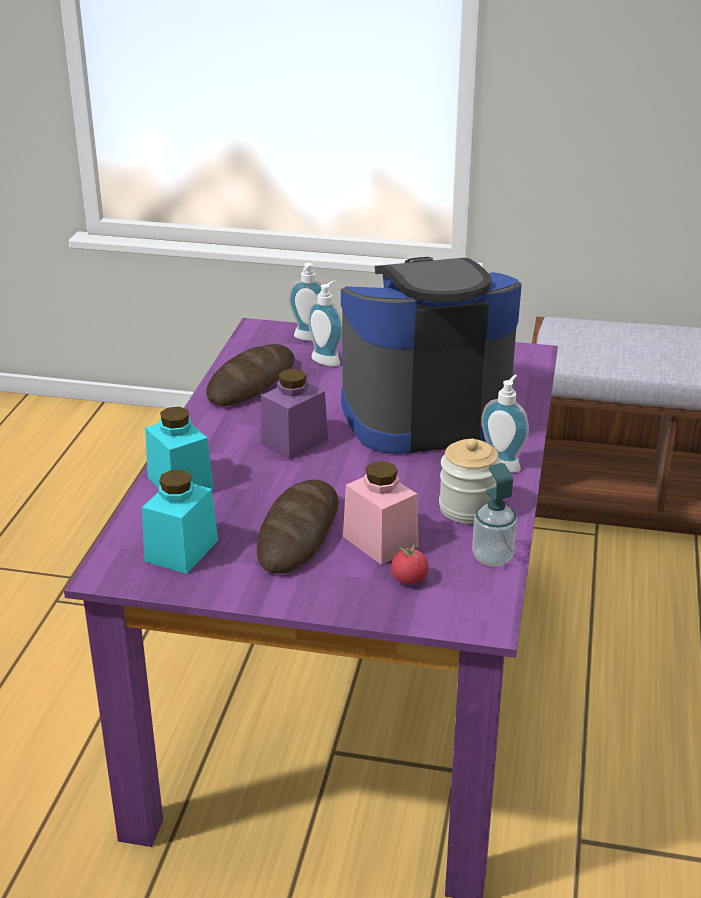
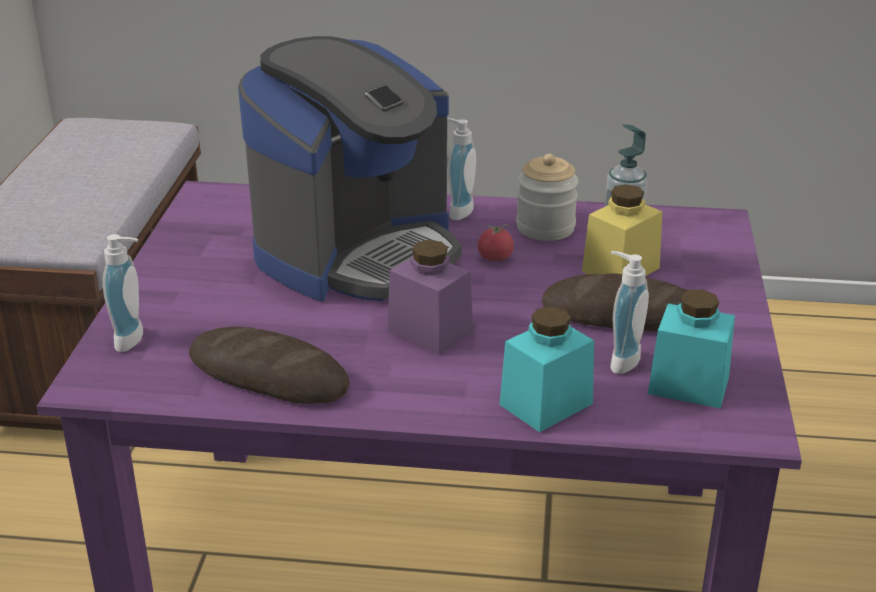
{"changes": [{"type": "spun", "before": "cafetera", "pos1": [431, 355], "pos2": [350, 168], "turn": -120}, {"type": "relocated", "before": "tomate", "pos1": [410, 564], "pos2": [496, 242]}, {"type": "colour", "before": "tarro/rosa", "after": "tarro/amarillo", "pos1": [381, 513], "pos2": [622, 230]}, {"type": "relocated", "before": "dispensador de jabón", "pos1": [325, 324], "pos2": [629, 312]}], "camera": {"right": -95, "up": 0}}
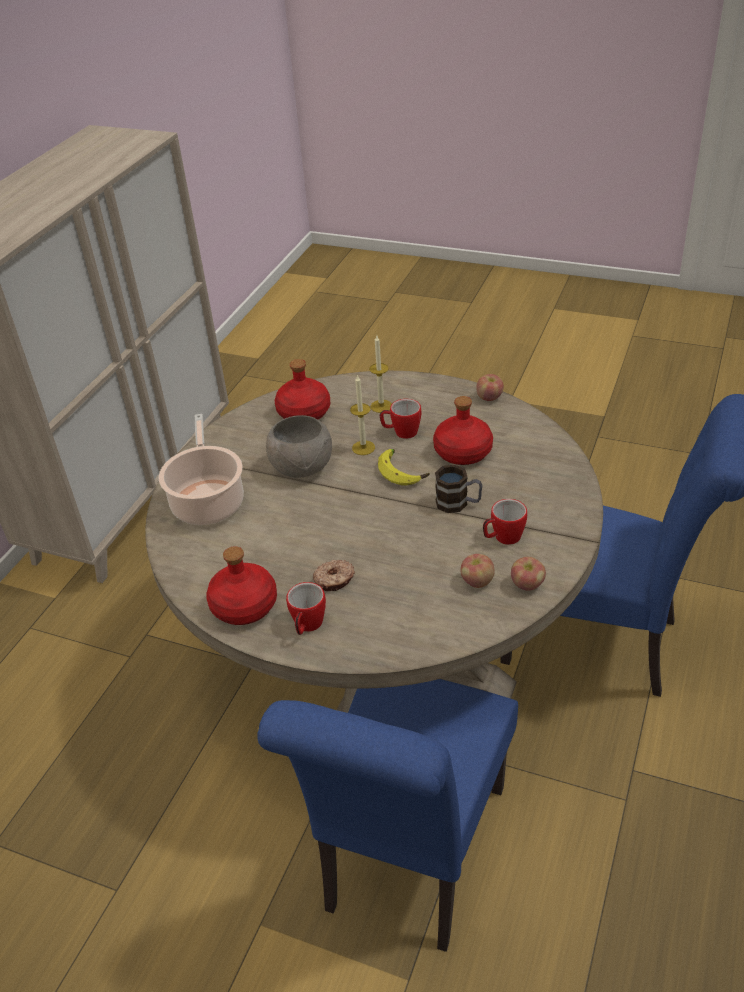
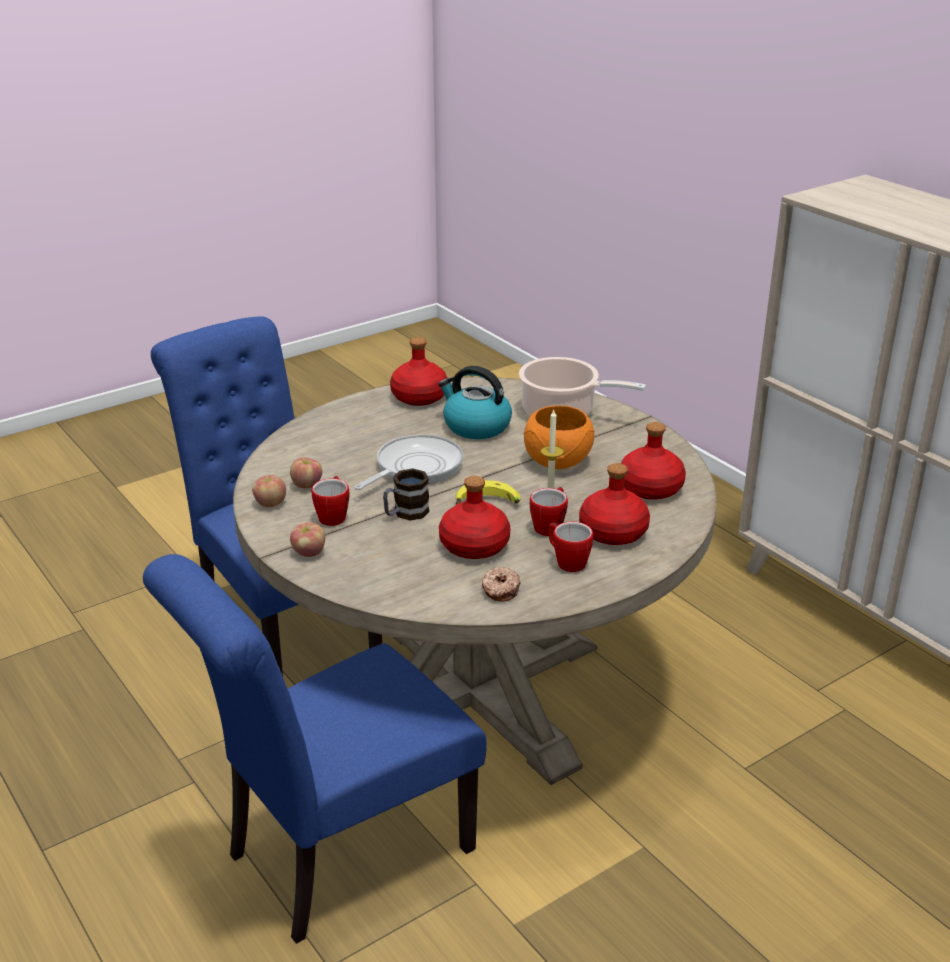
{"changes": [{"type": "relocated", "before": "manzana", "pos1": [490, 387], "pos2": [307, 539]}, {"type": "appeared", "after": "sartén", "pos2": [408, 462]}, {"type": "appeared", "after": "hervidor", "pos2": [475, 402]}, {"type": "relocated", "before": "rosquilla", "pos1": [334, 575], "pos2": [501, 584]}, {"type": "colour", "before": "cuenco/gris", "after": "cuenco/naranja", "pos1": [299, 446], "pos2": [559, 437]}, {"type": "relocated", "before": "taza grande", "pos1": [306, 608], "pos2": [571, 547]}, {"type": "exchanged", "before": "vela", "after": "botella/rojo", "pos1": [380, 374], "pos2": [614, 504]}], "camera": {"right": 120, "up": -10}}
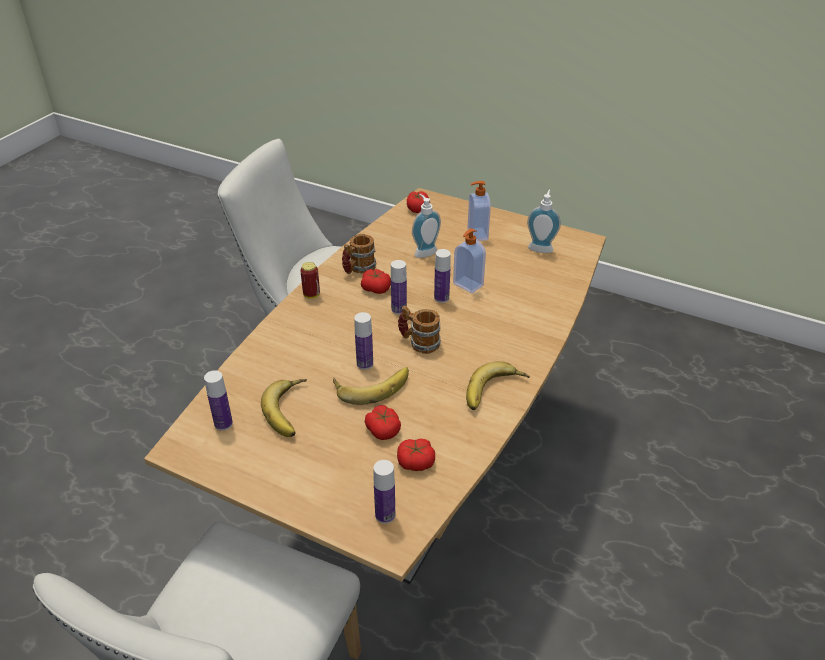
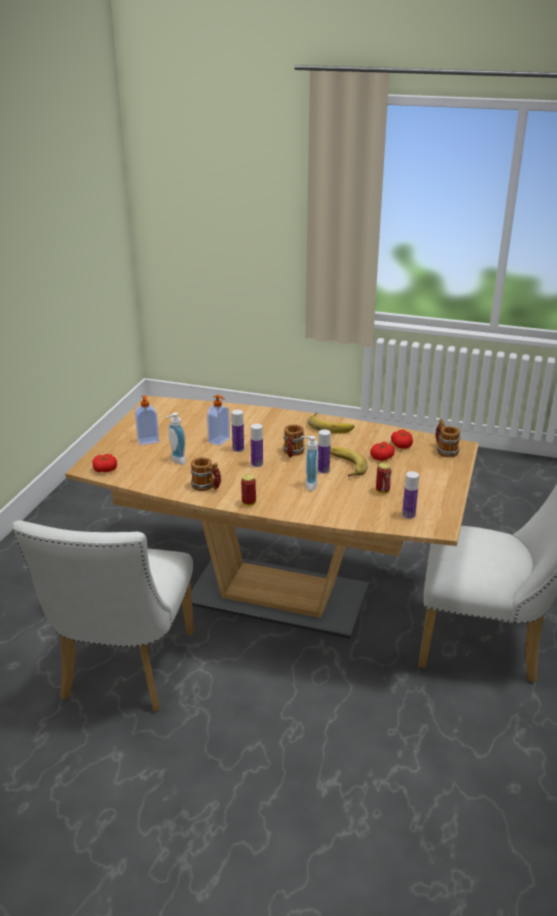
{"changes": [{"type": "relocated", "before": "dispensador de jabón", "pos1": [544, 221], "pos2": [309, 463]}, {"type": "exchanged", "before": "plátano", "after": "lata", "pos1": [284, 408], "pos2": [383, 478]}, {"type": "exchanged", "before": "botella", "after": "taza grande", "pos1": [384, 492], "pos2": [448, 438]}, {"type": "missing", "before": "tomate", "pos1": [376, 281]}], "camera": {"right": -100, "up": -10}}
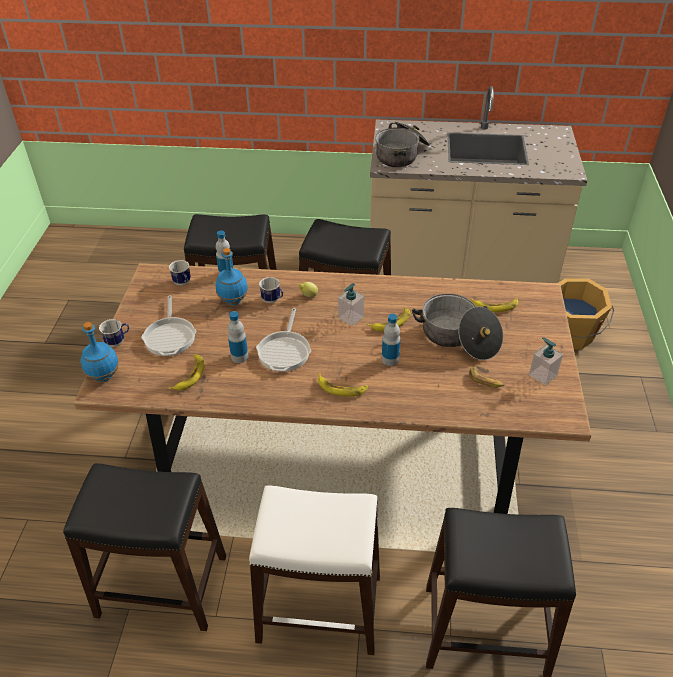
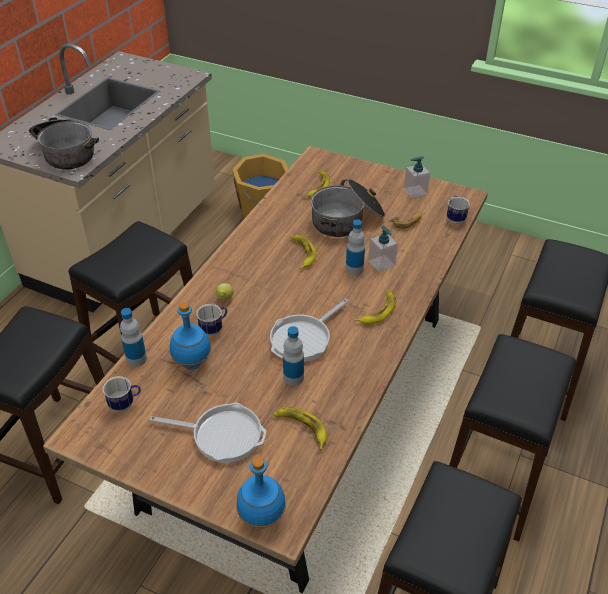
{"changes": [{"type": "spun", "before": "sartén", "pos1": [283, 340], "pos2": [309, 330], "turn": 105}, {"type": "relocated", "before": "dispensador de jabón", "pos1": [351, 304], "pos2": [383, 249]}, {"type": "relocated", "before": "taza grande", "pos1": [114, 333], "pos2": [458, 210]}, {"type": "colour", "before": "taburete/blanco", "after": "taburete/negro", "pos1": [314, 570], "pos2": [512, 438]}], "camera": {"right": -70, "up": 0}}
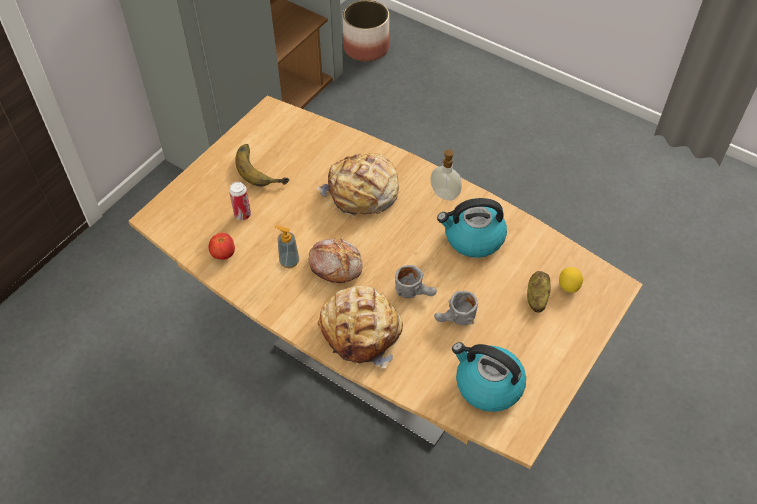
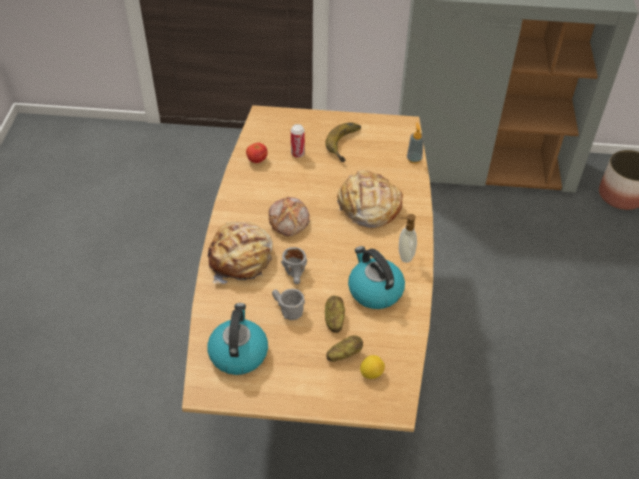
{"changes": [{"type": "appeared", "after": "patata", "pos2": [335, 314]}, {"type": "relocated", "before": "dispensador de jabón", "pos1": [287, 246], "pos2": [415, 142]}], "camera": {"right": 60, "up": -5}}
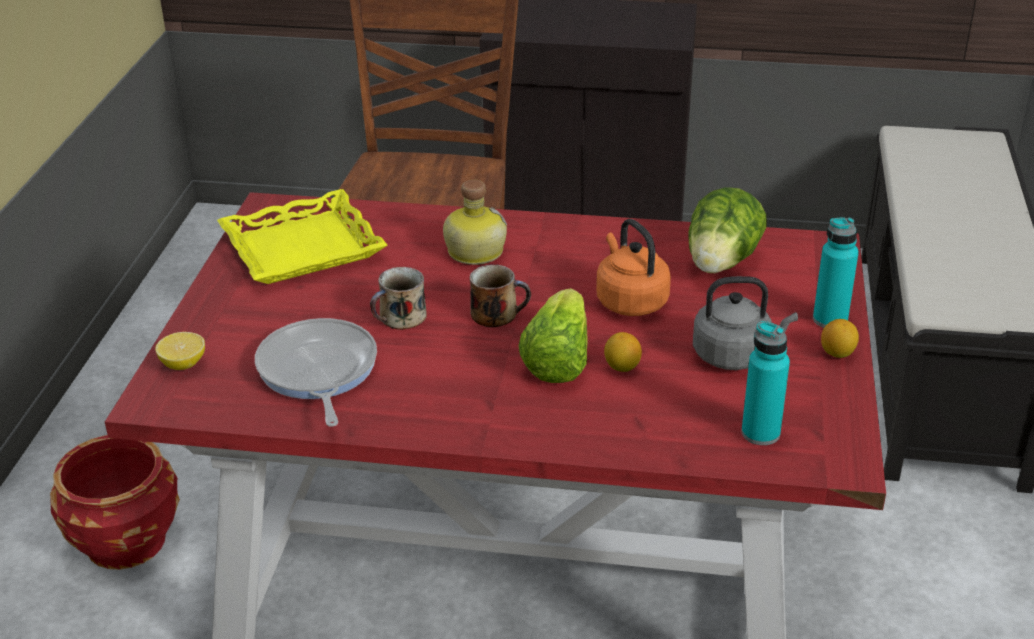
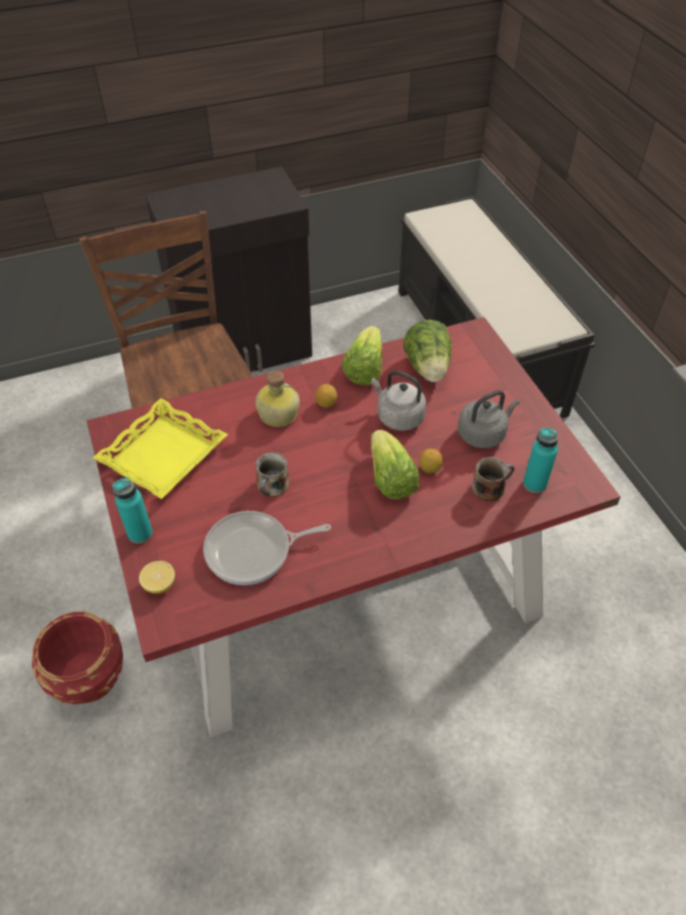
{"changes": [{"type": "relocated", "before": "botella/turquesa", "pos1": [836, 272], "pos2": [132, 510]}, {"type": "spun", "before": "sartén", "pos1": [316, 372], "pos2": [267, 548], "turn": -60}, {"type": "relocated", "before": "limón", "pos1": [840, 338], "pos2": [326, 396]}, {"type": "appeared", "after": "lechuga", "pos2": [362, 355]}, {"type": "colour", "before": "hervidor/naranja", "after": "hervidor/gris", "pos1": [633, 267], "pos2": [398, 400]}, {"type": "relocated", "before": "taza grande", "pos1": [500, 296], "pos2": [493, 479]}], "camera": {"right": -30, "up": 15}}
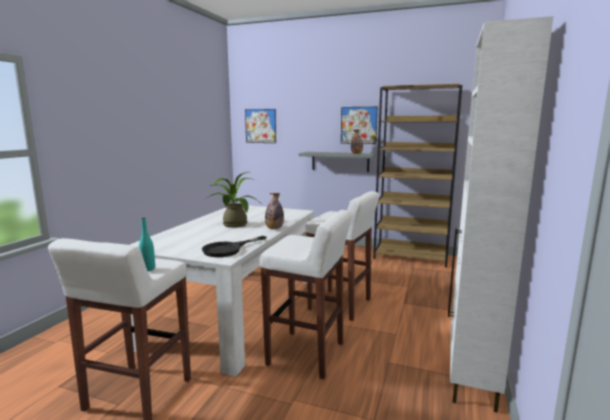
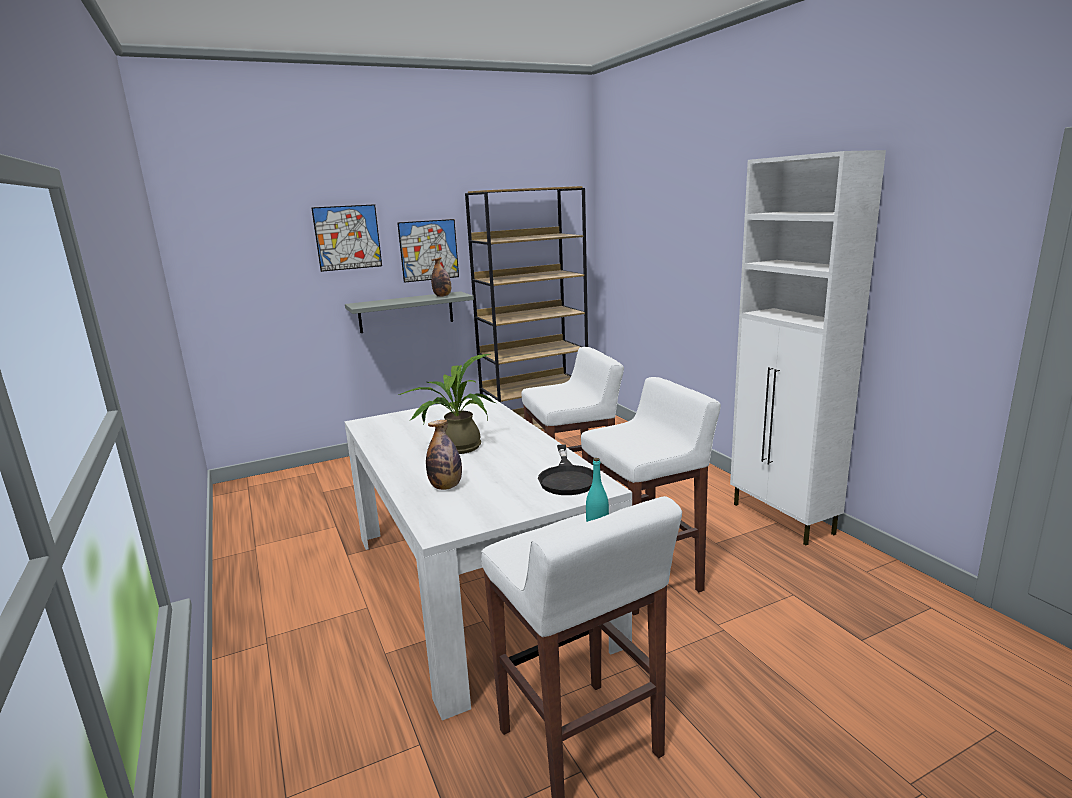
{"changes": [{"type": "relocated", "before": "cuadro", "pos1": [260, 126], "pos2": [346, 238]}, {"type": "relocated", "before": "botella", "pos1": [274, 211], "pos2": [444, 455]}], "camera": {"right": -45, "up": 5}}
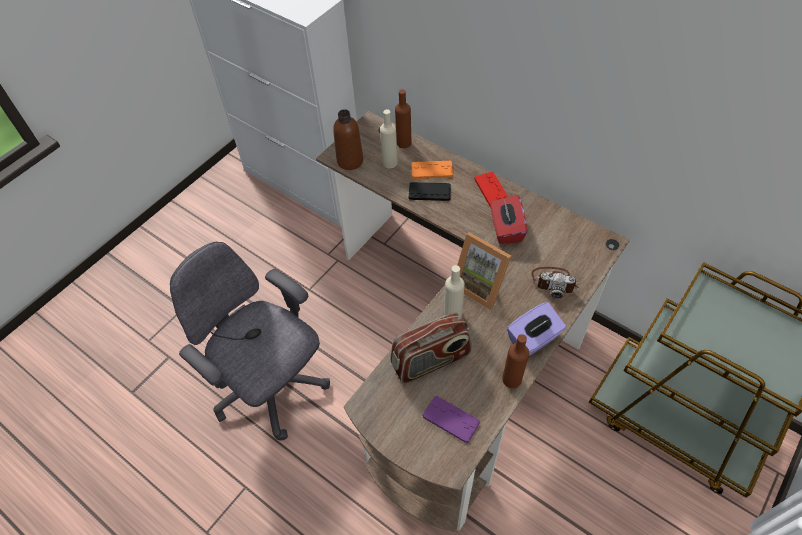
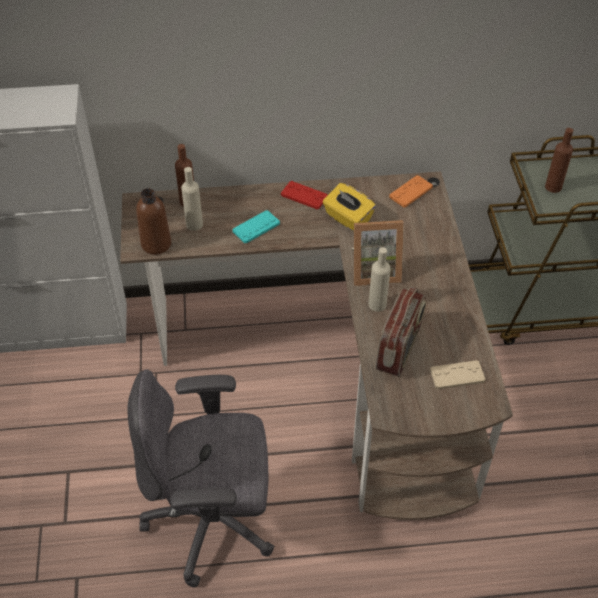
{"changes": [{"type": "colour", "before": "mando de consola/negro", "after": "mando de consola/turquesa", "pos1": [430, 191], "pos2": [256, 226]}, {"type": "colour", "before": "caja de pañuelos/rojo", "after": "caja de pañuelos/amarillo", "pos1": [509, 219], "pos2": [349, 207]}, {"type": "relocated", "before": "mando de consola/naranja", "pos1": [432, 170], "pos2": [411, 191]}, {"type": "colour", "before": "mando de consola/morado", "after": "mando de consola/beis", "pos1": [451, 419], "pos2": [458, 374]}, {"type": "relocated", "before": "botella/marrón", "pos1": [515, 361], "pos2": [559, 160]}, {"type": "missing", "before": "caja de pañuelos/morado", "pos1": [536, 329]}, {"type": "missing", "before": "cámara", "pos1": [555, 283]}], "camera": {"right": -45, "up": -5}}
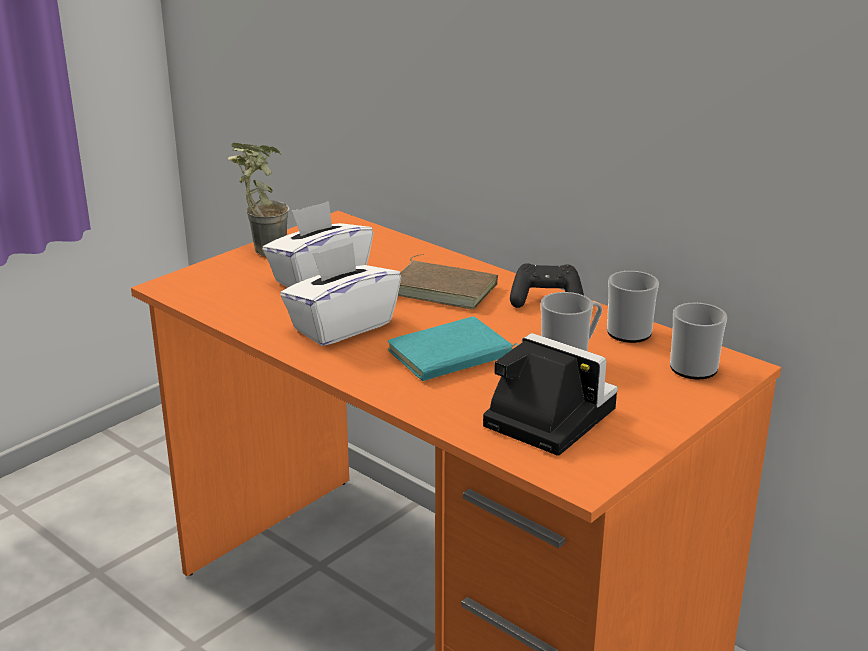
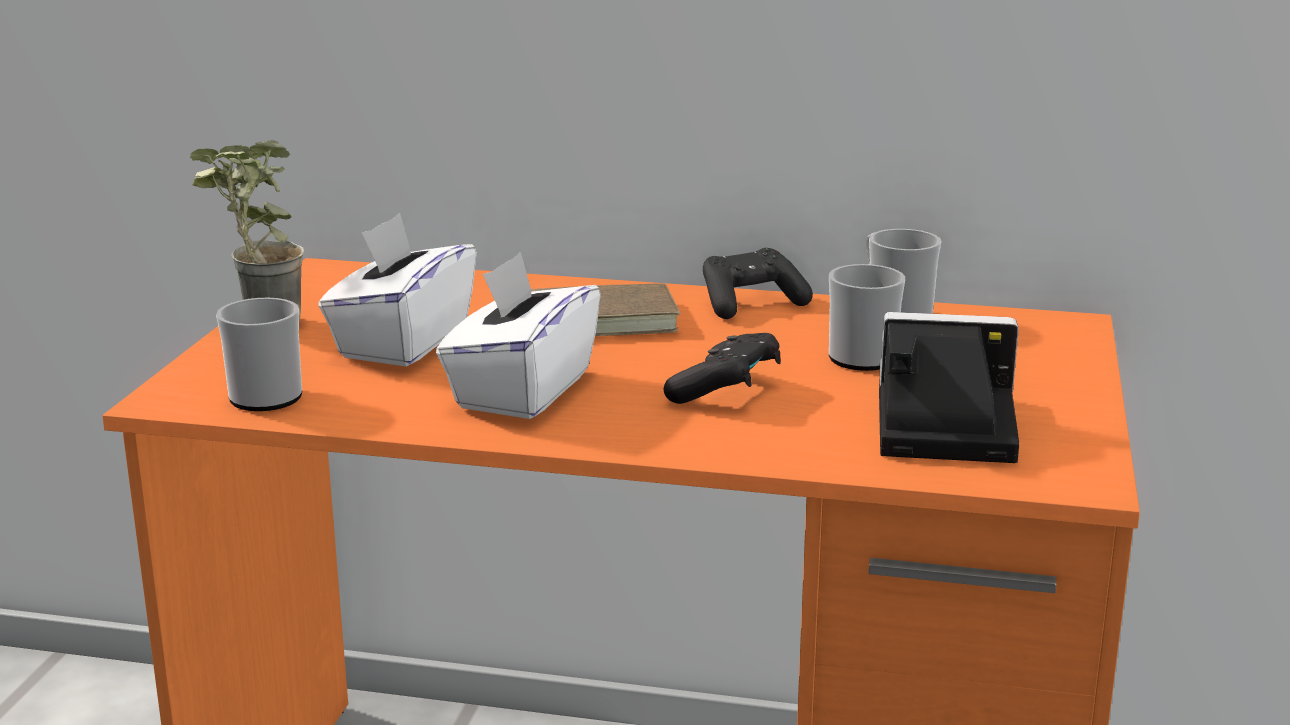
{"changes": [{"type": "relocated", "before": "taza grande", "pos1": [698, 341], "pos2": [259, 354]}, {"type": "exchanged", "before": "libro/turquesa", "after": "mando de consola/negro", "pos1": [453, 348], "pos2": [722, 368]}], "camera": {"right": -30, "up": -5}}
